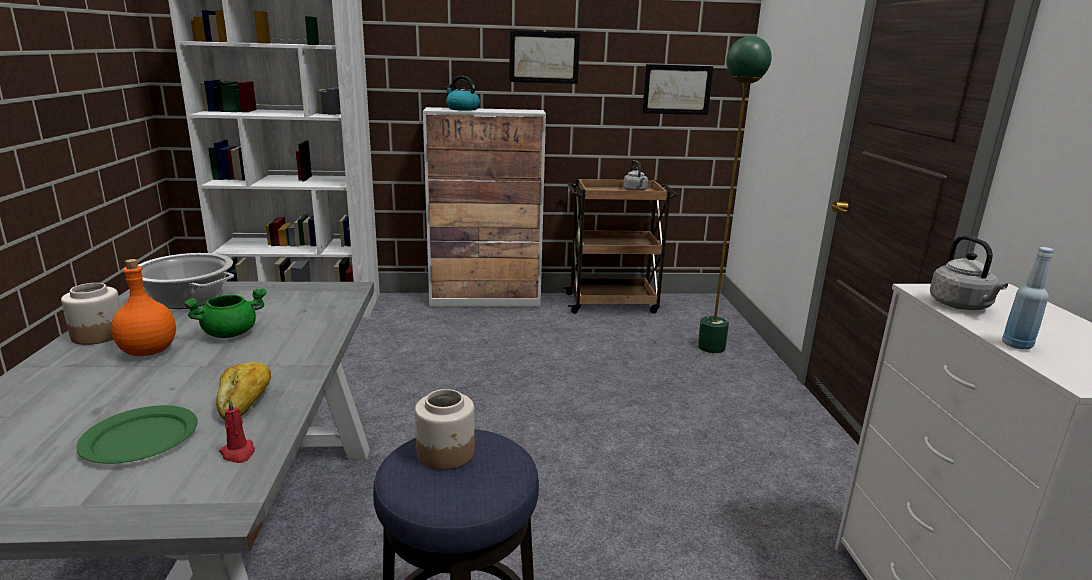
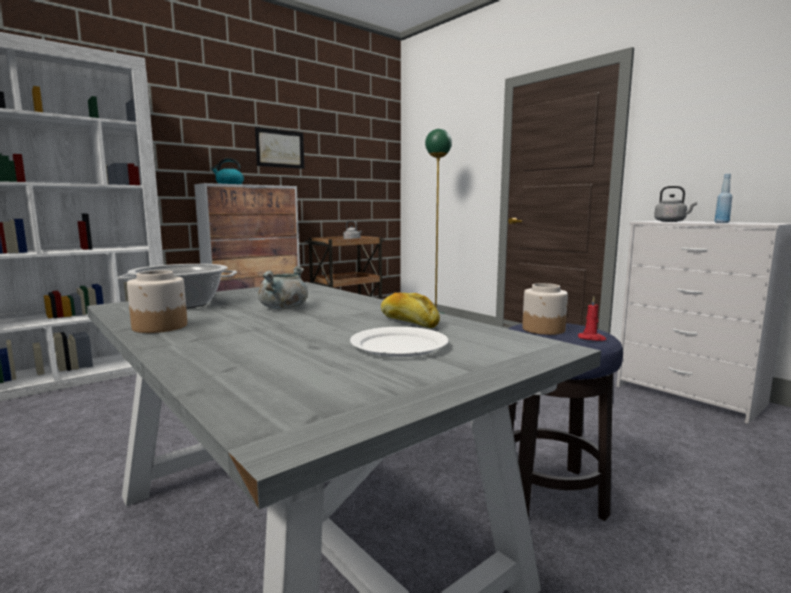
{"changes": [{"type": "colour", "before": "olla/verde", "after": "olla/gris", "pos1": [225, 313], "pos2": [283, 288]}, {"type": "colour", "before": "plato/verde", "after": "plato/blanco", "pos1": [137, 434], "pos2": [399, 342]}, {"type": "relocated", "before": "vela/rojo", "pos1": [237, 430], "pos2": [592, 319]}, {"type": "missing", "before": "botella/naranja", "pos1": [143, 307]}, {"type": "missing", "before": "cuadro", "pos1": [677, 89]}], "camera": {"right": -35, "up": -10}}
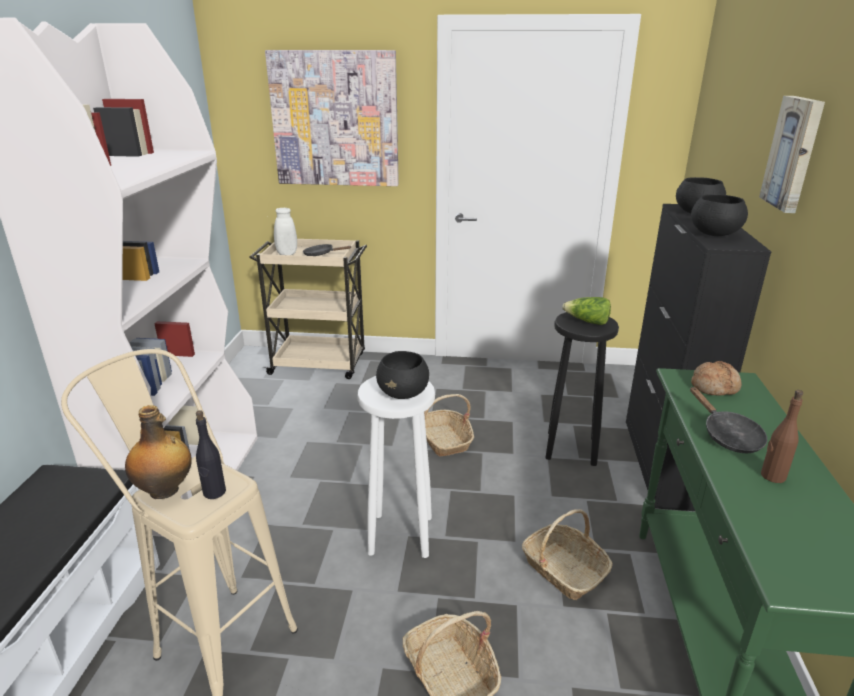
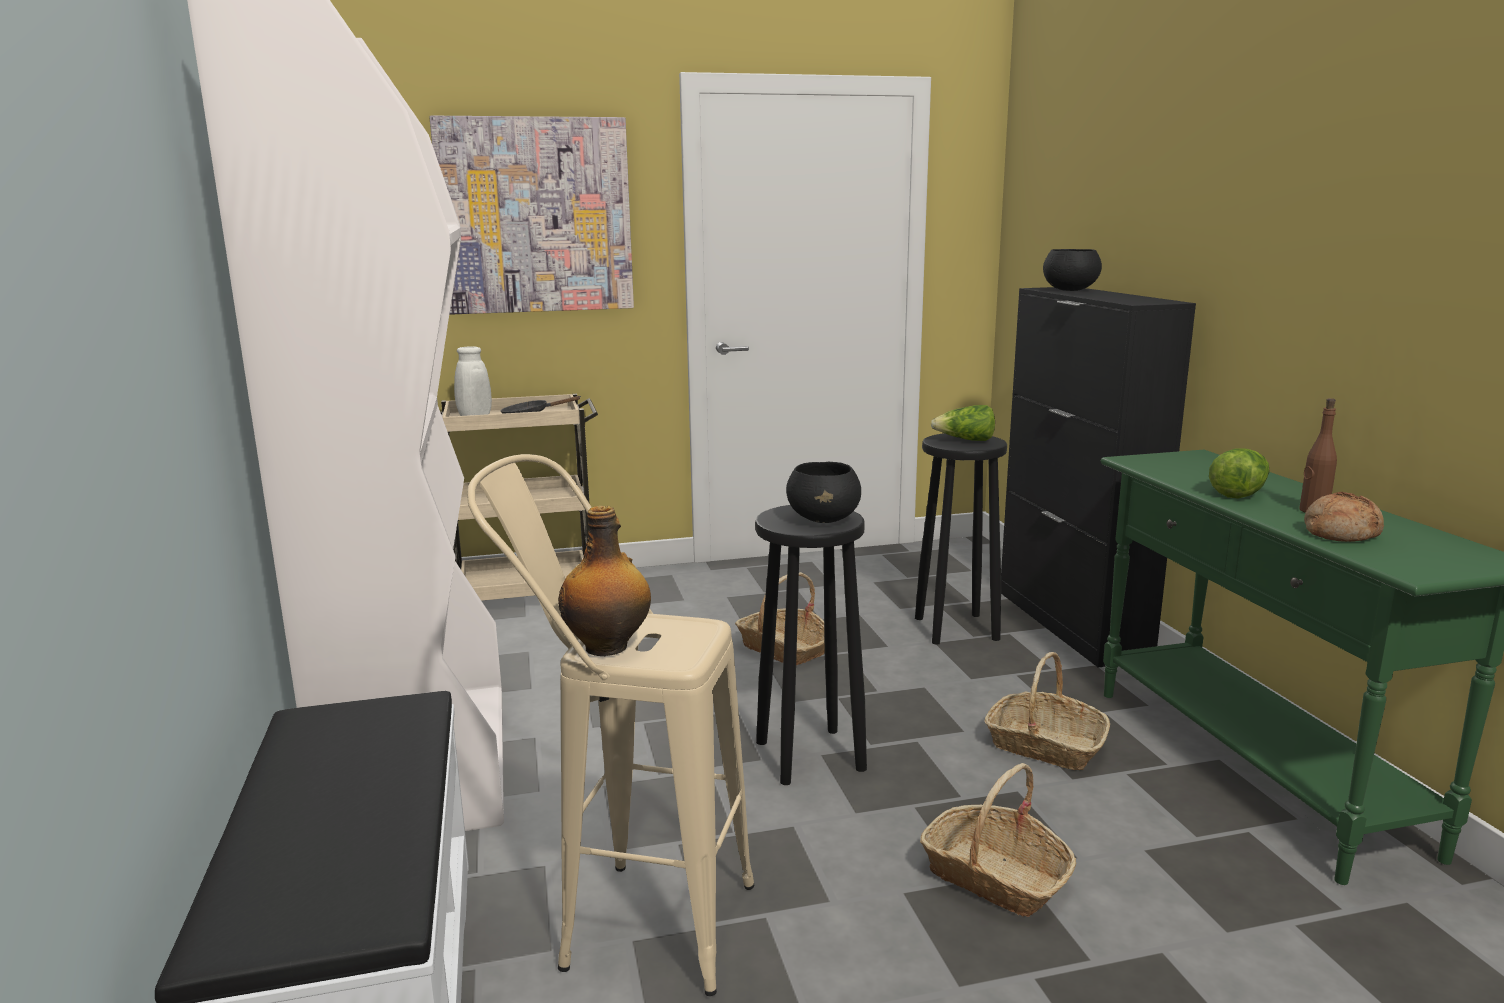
{"changes": [{"type": "colour", "before": "taburete/blanco", "after": "taburete/negro", "pos1": [396, 467], "pos2": [811, 645]}, {"type": "exchanged", "before": "sartén/negro", "after": "lechuga", "pos1": [729, 420], "pos2": [1239, 473]}, {"type": "relocated", "before": "pan", "pos1": [716, 378], "pos2": [1344, 517]}, {"type": "missing", "before": "botella/negro", "pos1": [211, 454]}, {"type": "missing", "before": "cuenco/negro", "pos1": [719, 215]}, {"type": "missing", "before": "cuadro", "pos1": [792, 154]}], "camera": {"right": -20, "up": -10}}
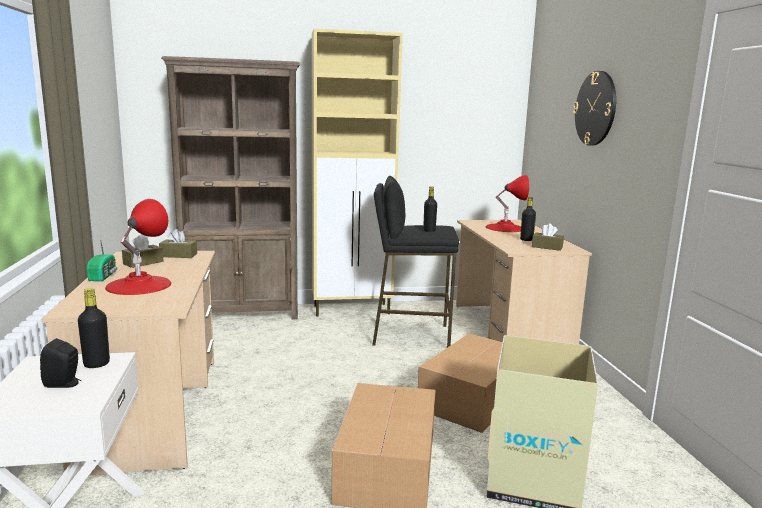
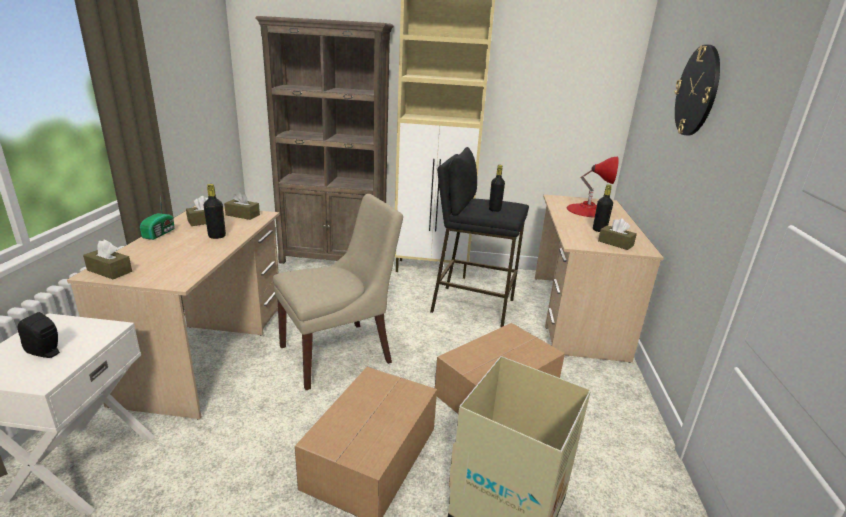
{"changes": [{"type": "appeared", "after": "caja de pañuelos/marrón", "pos2": [107, 259]}, {"type": "relocated", "before": "botella/negro", "pos1": [94, 328], "pos2": [214, 211]}, {"type": "appeared", "after": "silla/beis", "pos2": [338, 292]}, {"type": "missing", "before": "lámpara de mesa/rojo", "pos1": [138, 247]}], "camera": {"right": 15, "up": 10}}
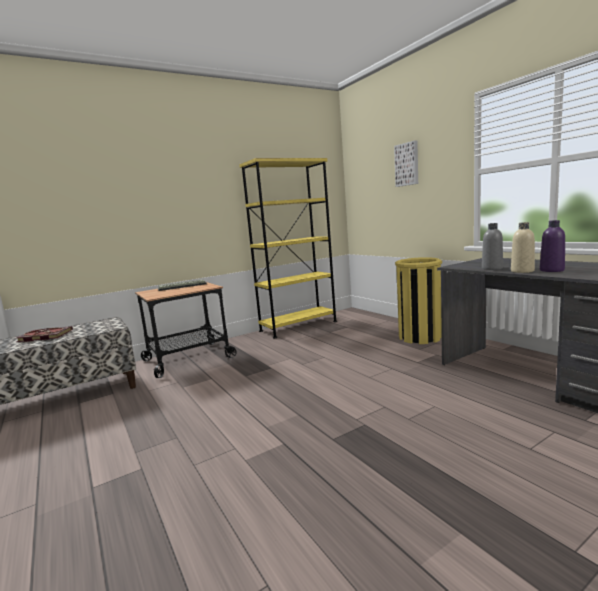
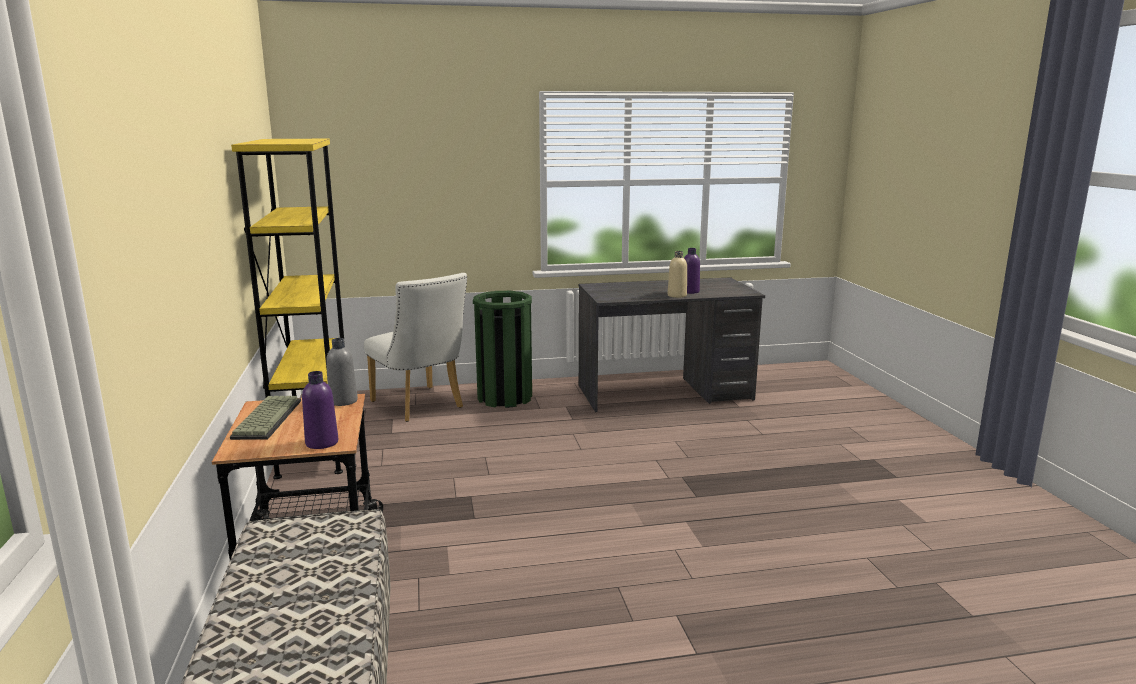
{"changes": [{"type": "appeared", "after": "botella/morado", "pos2": [320, 410]}, {"type": "relocated", "before": "botella/gris", "pos1": [492, 246], "pos2": [342, 372]}, {"type": "appeared", "after": "silla/blanco", "pos2": [415, 347]}, {"type": "colour", "before": "papelera/amarillo", "after": "papelera/verde", "pos1": [418, 300], "pos2": [502, 349]}, {"type": "missing", "before": "libro", "pos1": [44, 334]}, {"type": "missing", "before": "cuadro", "pos1": [406, 163]}], "camera": {"right": -70, "up": 5}}
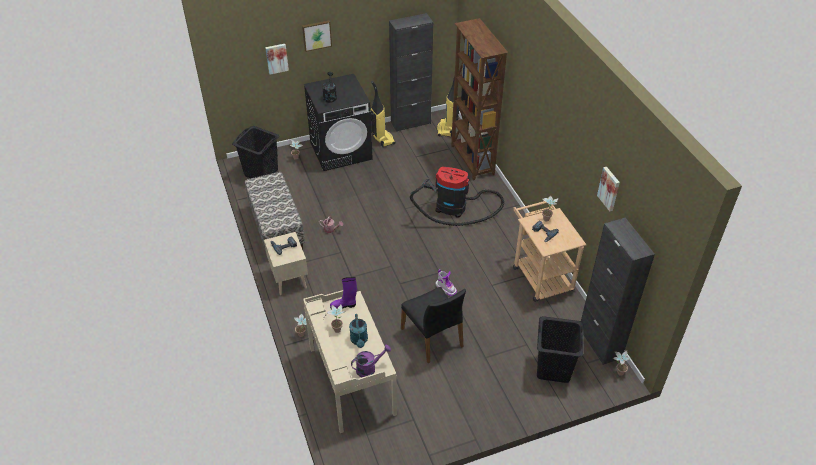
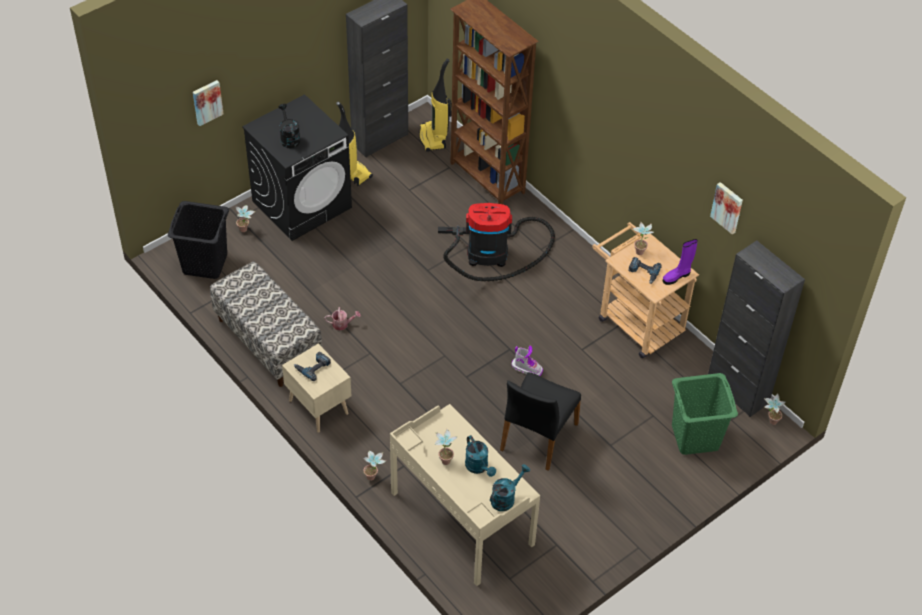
{"changes": [{"type": "colour", "before": "regadera/morado", "after": "regadera/turquesa", "pos1": [371, 361], "pos2": [510, 487]}, {"type": "spun", "before": "silla/negro", "pos1": [433, 325], "pos2": [540, 421], "turn": 75}, {"type": "relocated", "before": "bota/morado", "pos1": [343, 293], "pos2": [680, 262]}, {"type": "colour", "before": "cesto de la ropa/negro", "after": "cesto de la ropa/verde", "pos1": [560, 349], "pos2": [705, 414]}, {"type": "missing", "before": "cuadro", "pos1": [317, 36]}], "camera": {"right": -20, "up": 5}}
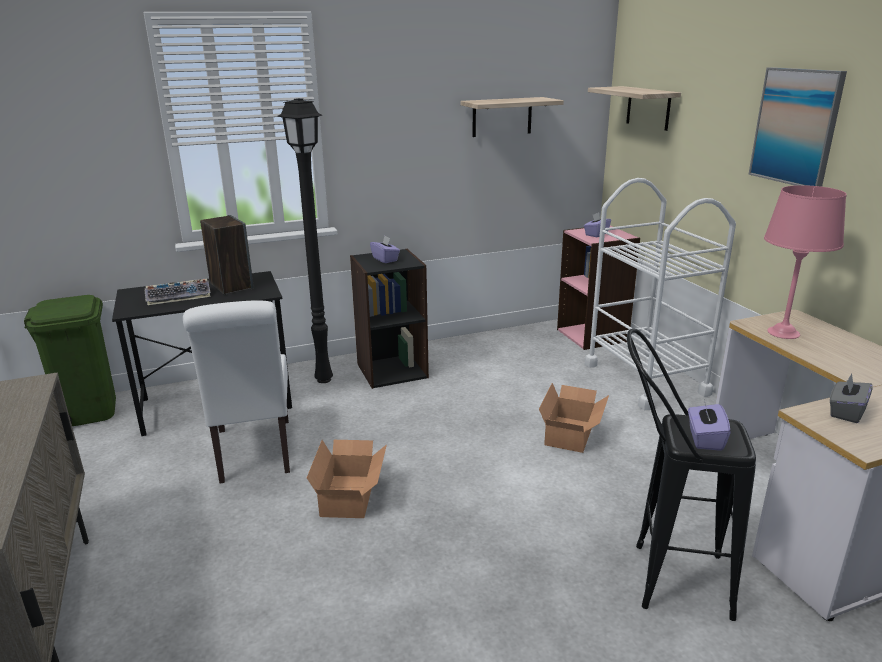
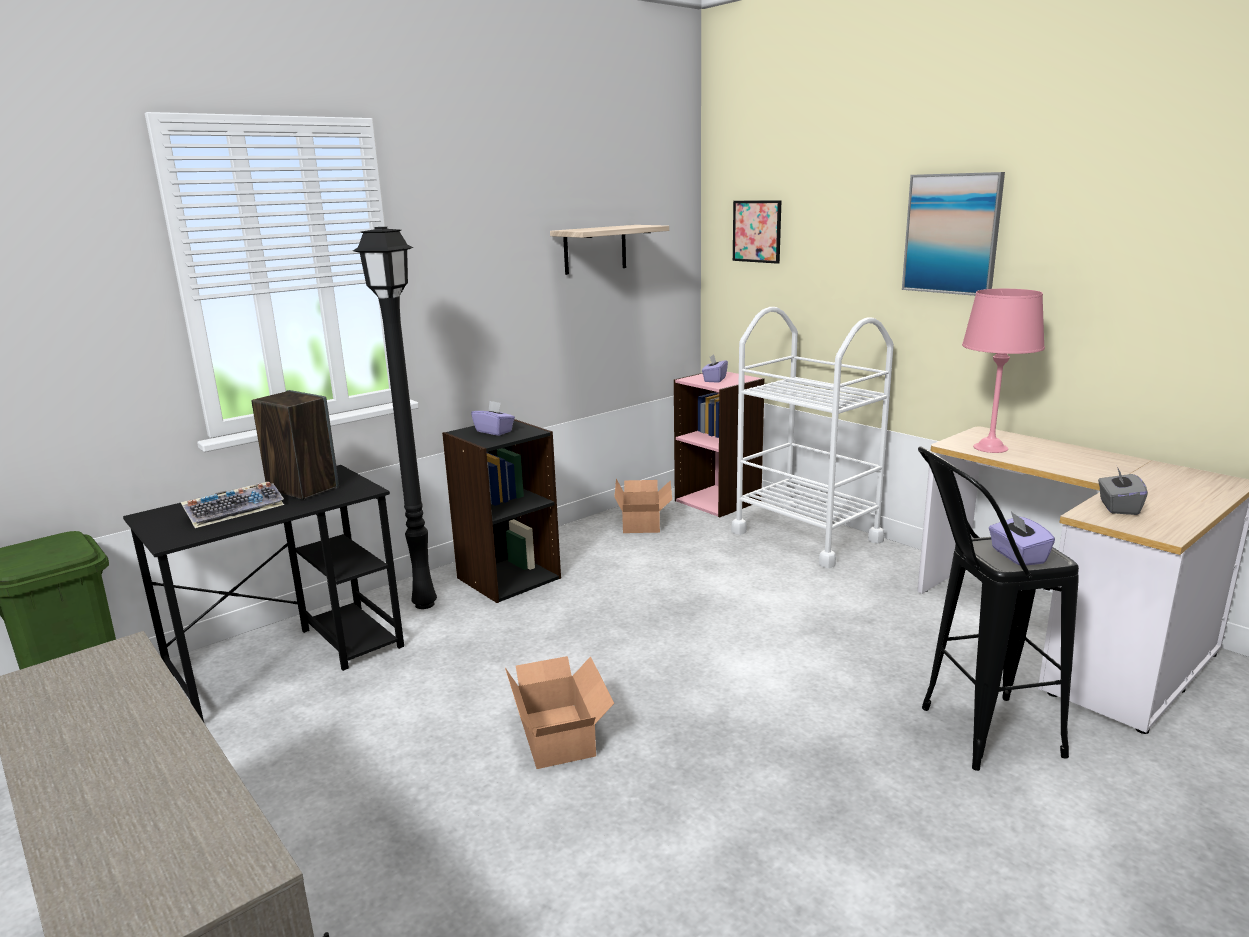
{"changes": [{"type": "relocated", "before": "caja de cartón", "pos1": [574, 418], "pos2": [643, 506]}, {"type": "exchanged", "before": "estante", "after": "cuadro", "pos1": [634, 108], "pos2": [757, 232]}, {"type": "missing", "before": "silla/blanco", "pos1": [236, 392]}], "camera": {"right": -20, "up": -5}}
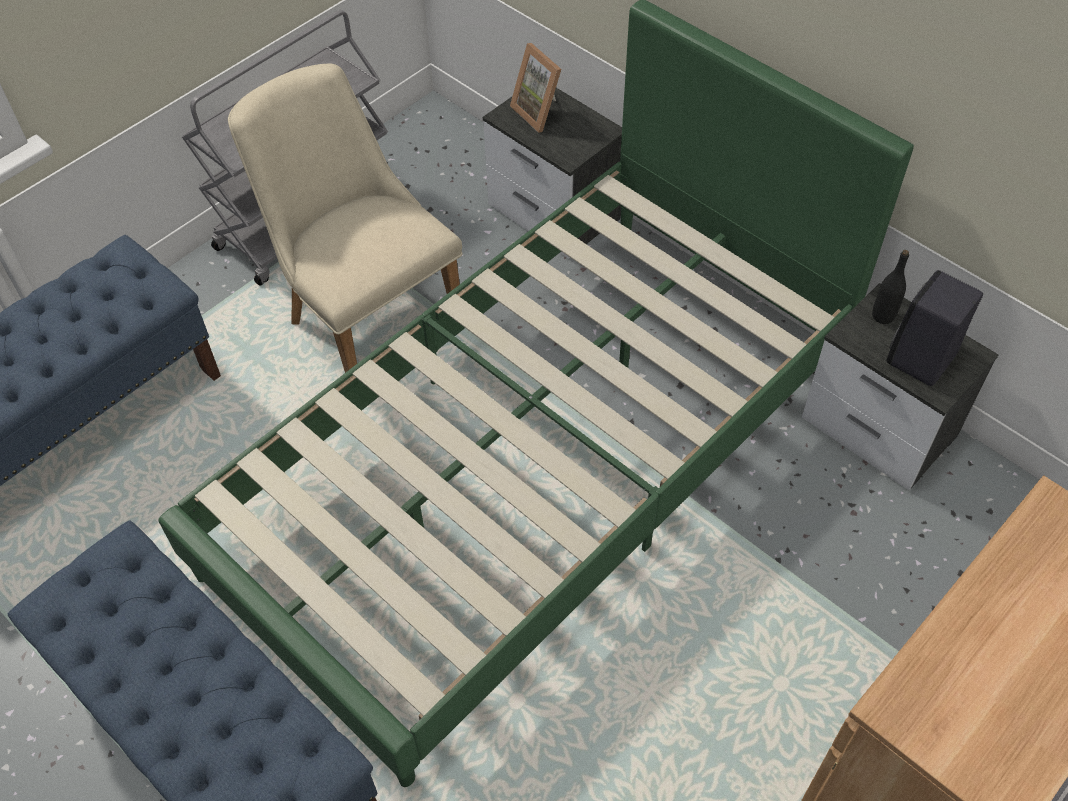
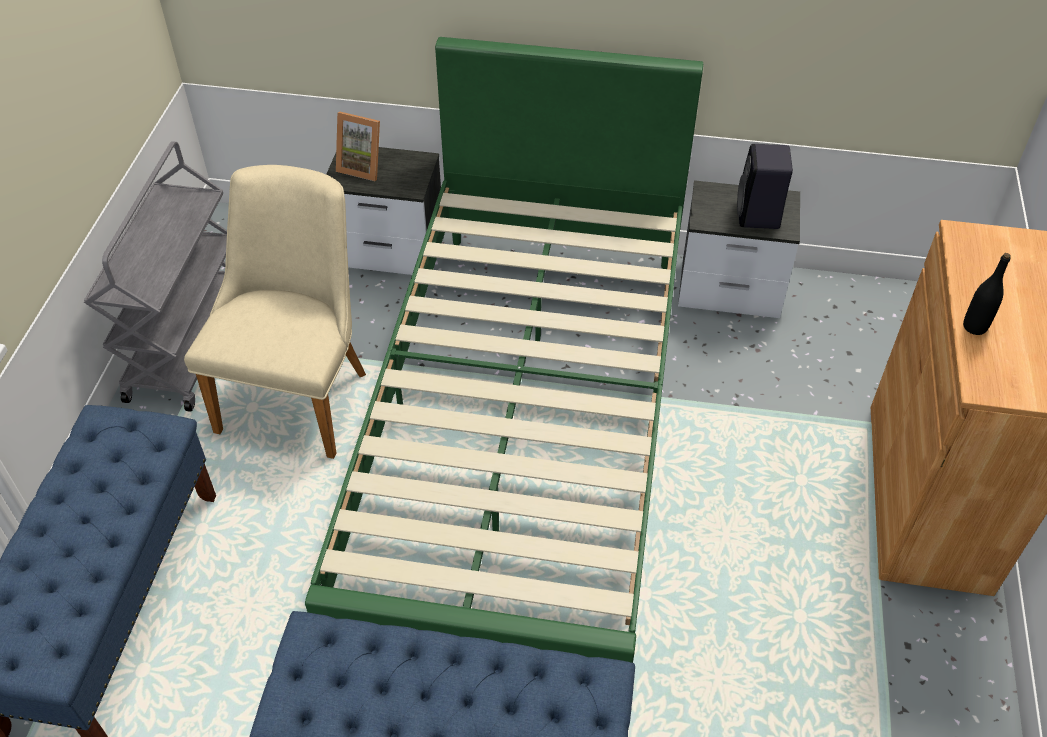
{"changes": [{"type": "spun", "before": "silla/beis", "pos1": [345, 218], "pos2": [275, 312], "turn": 90}, {"type": "relocated", "before": "botella/negro", "pos1": [890, 287], "pos2": [987, 294]}], "camera": {"right": -35, "up": -5}}
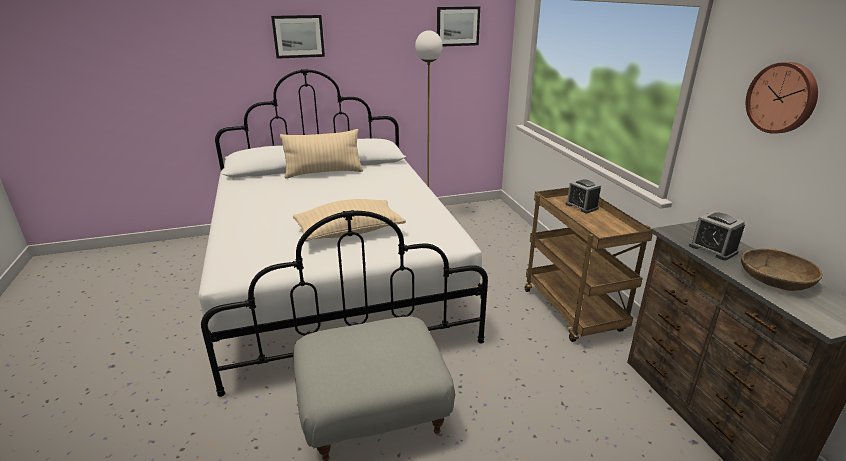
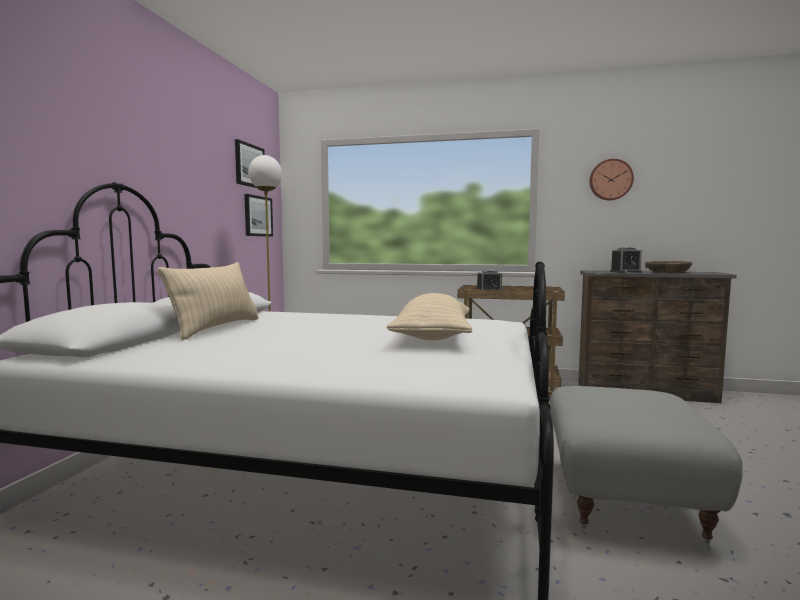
{"changes": [{"type": "relocated", "before": "cuadro", "pos1": [298, 37], "pos2": [258, 215]}], "camera": {"right": -60, "up": -20}}
